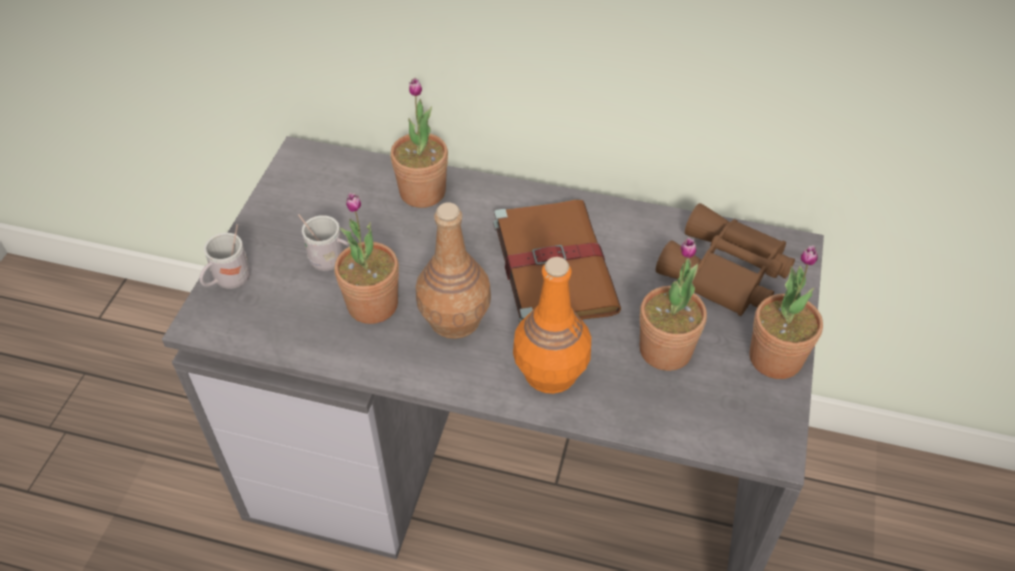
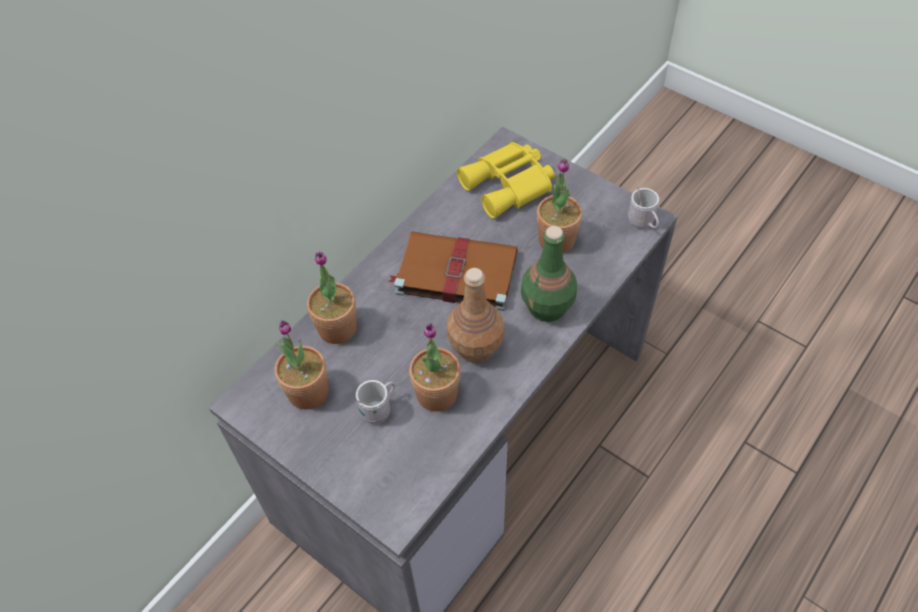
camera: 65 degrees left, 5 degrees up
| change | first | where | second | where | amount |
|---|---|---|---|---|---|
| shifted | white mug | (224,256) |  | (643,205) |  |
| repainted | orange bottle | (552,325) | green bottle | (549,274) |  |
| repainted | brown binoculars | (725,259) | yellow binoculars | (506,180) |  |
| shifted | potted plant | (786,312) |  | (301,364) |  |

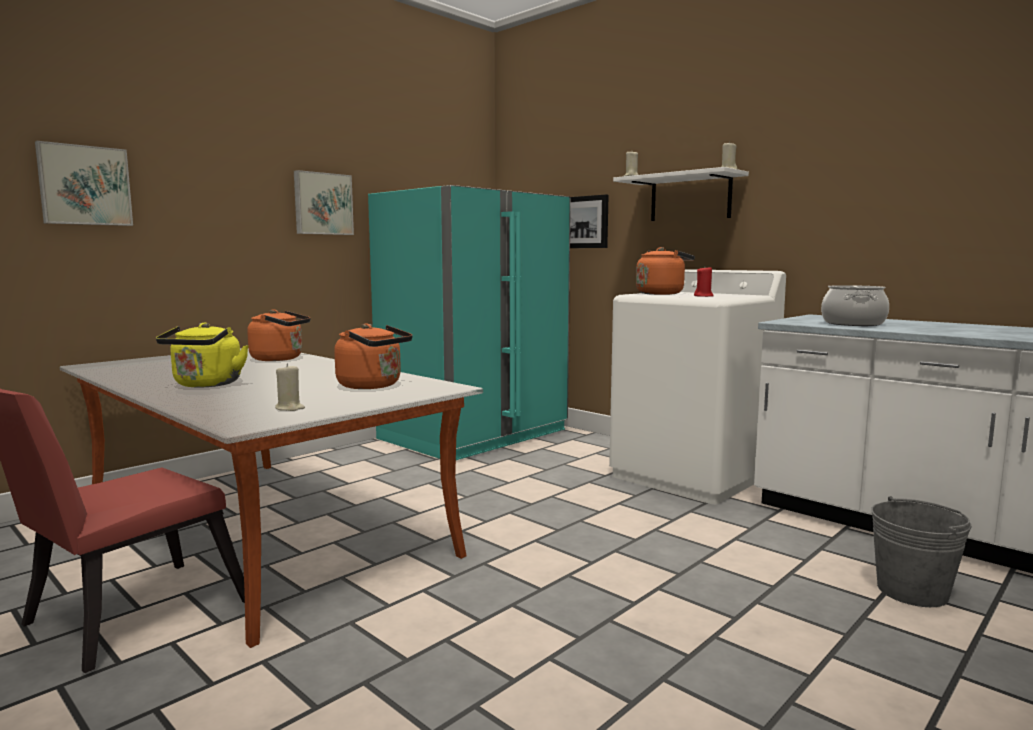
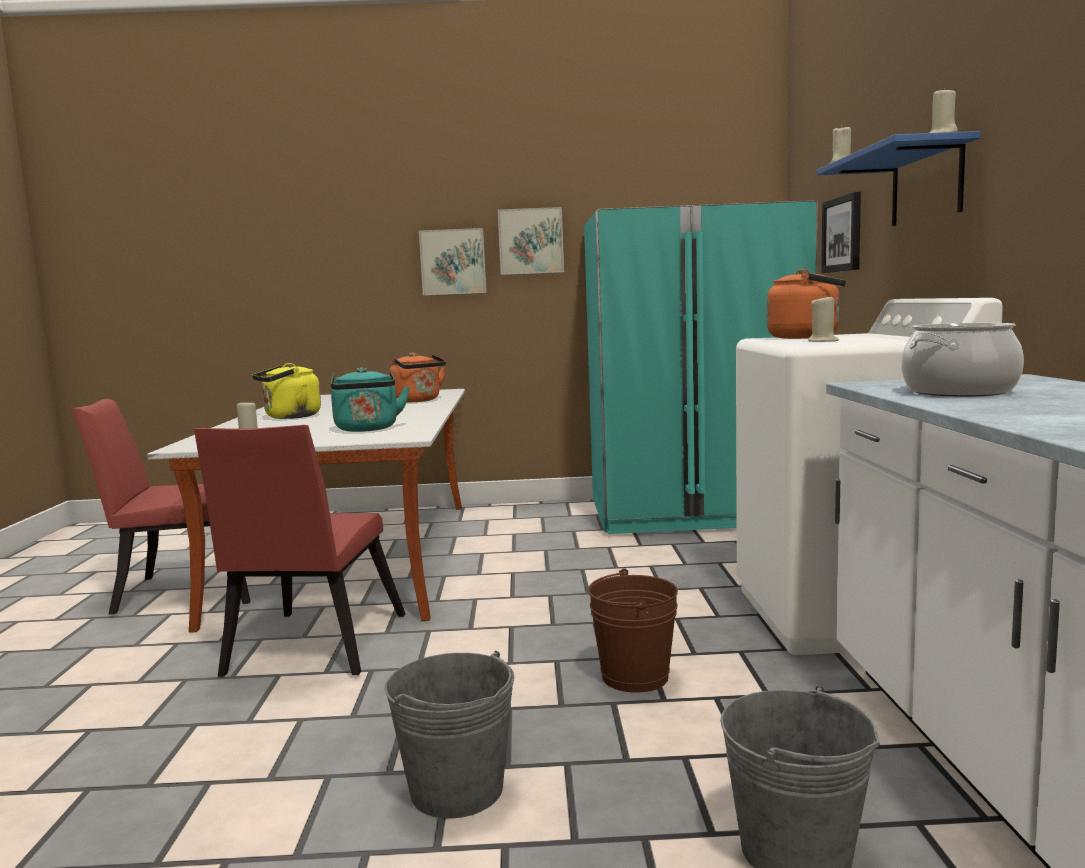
camera: 45 degrees right, 0 degrees up
| change | first | where | second | where | amount |
|---|---|---|---|---|---|
| shifted | picture | (84,183) |  | (453,261) |  |
| repainted | orange kettle | (373,356) | turquoise kettle | (370,399) |  |
| repainted | white shelf | (681,194) | blue shelf | (899,178) |  |
| repainted | red candle | (704,282) | beige candle | (823,318) |  |
| new |  |  | red chair | (299,551) |  |
| new |  |  | grey bucket | (450,735) |  |
| new |  |  | brown bucket | (633,630) |  |

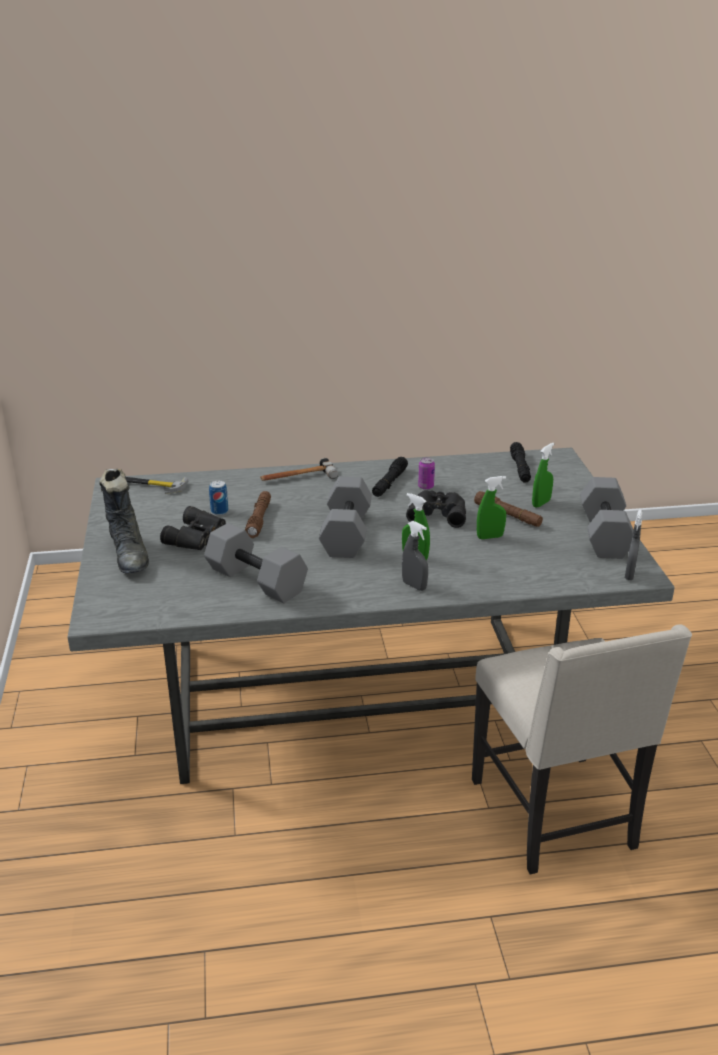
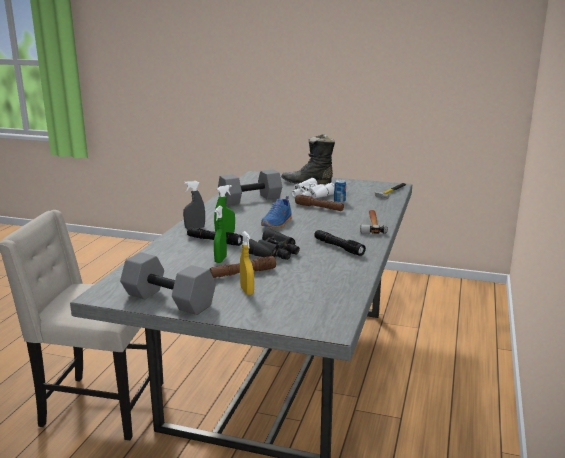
camera: 115 degrees right, 10 degrees down
| change | first | where | second | where | amount |
|---|---|---|---|---|---|
| repainted | black binoculars | (193,528) | white binoculars | (313,188) |  |
| swapped | grey dumbbell | (345,517) | blue shoe | (276,212) |  |
| gone | can | (426,473) |  |  |  |
| shifted | black flashlight | (520,462) |  | (215,236) |  |
| repainted | green spray bottle | (543,475) | yellow spray bottle | (247,263) |  |
| gone | grey spray bottle | (633,545) |  |  |  |

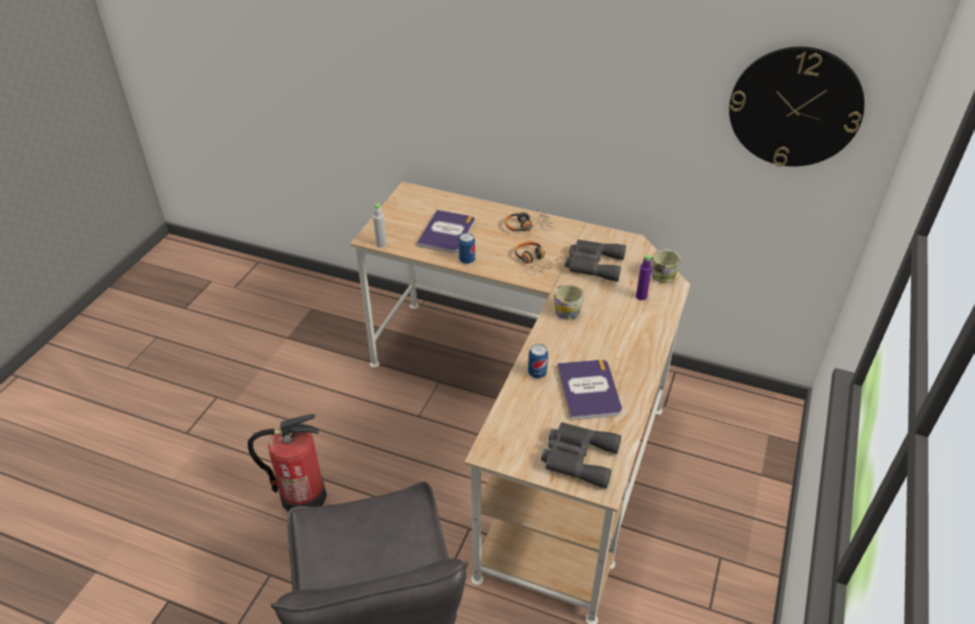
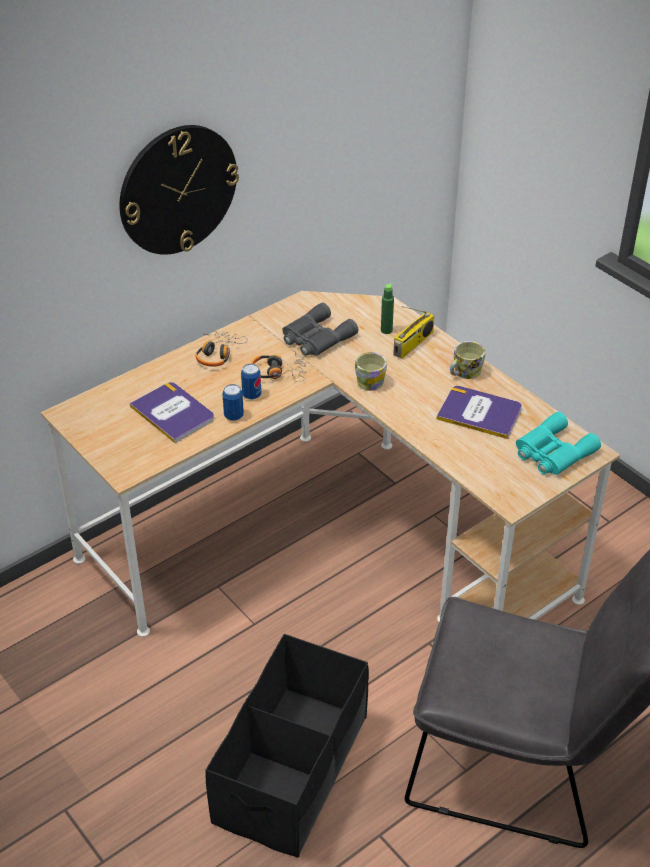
camera: 60 degrees left, 0 degrees up
| change | first | where | second | where | amount |
|---|---|---|---|---|---|
| swapped | fire extinguisher | (287,463) | black storage box | (287,746) |  |
| gone | grey bottle | (380,225) |  |  |  |
| shifted | can | (538,361) |  | (251,382) |  |
| repainted | grey binoculars | (581,455) | turquoise binoculars | (558,443) |  |
| repainted | purple bottle | (644,277) | green bottle | (387,308) |  |
| shifted | mug | (666,266) |  | (467,360) |  |
| shifted | wall clock | (797,107) |  | (179,190) |  |
| new |  |  | radio | (413,332) |  |

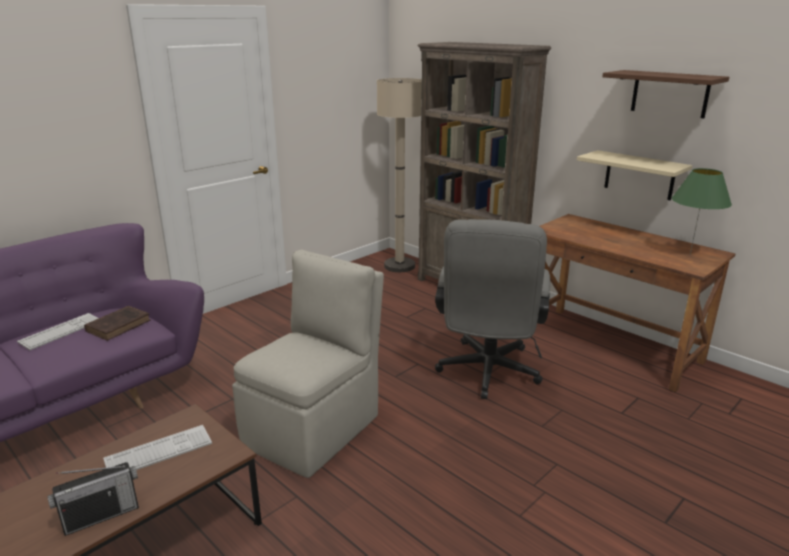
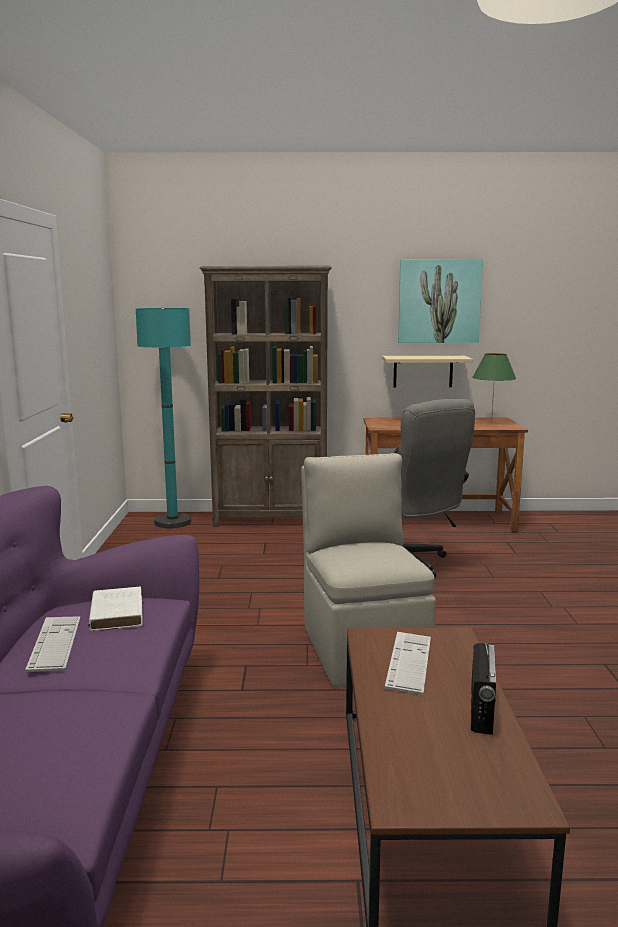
camera: 45 degrees left, 10 degrees down
| change | first | where | second | where | amount |
|---|---|---|---|---|---|
| repainted | brown book | (117,323) | white book | (116,609) |  |
| repainted | beige floor lamp | (399,175) | turquoise floor lamp | (163,418) |  |
| swapped | brown shelf | (665,94) | picture | (440,301) |  |

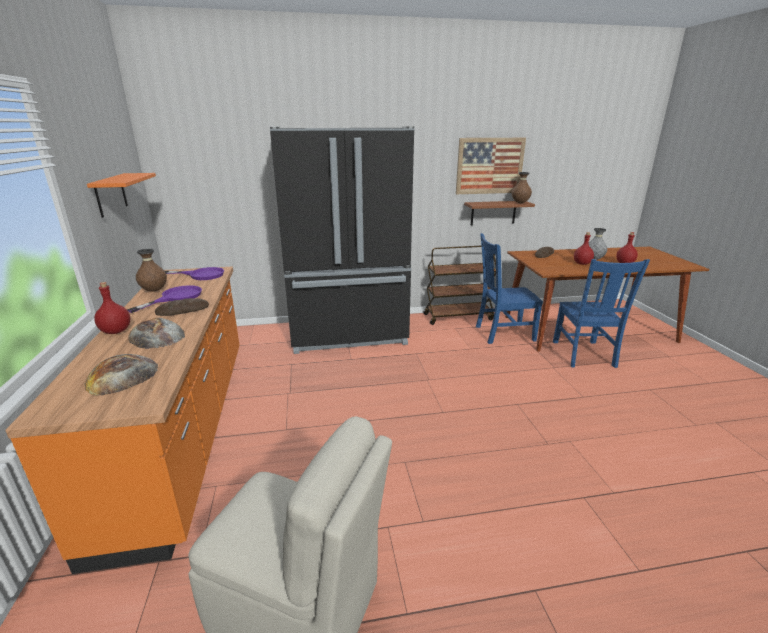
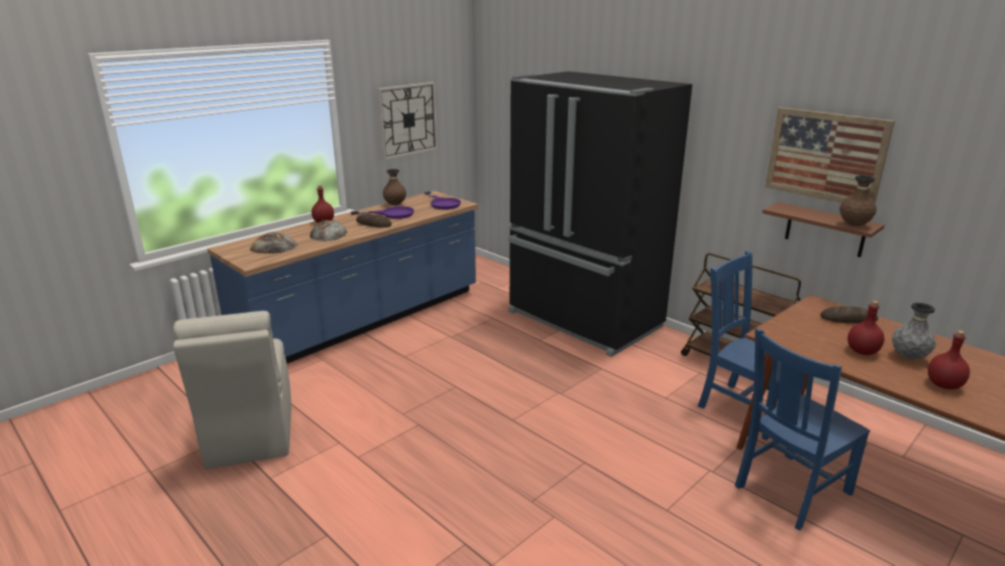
camera: 55 degrees right, 0 degrees up
| change | first | where | second | where | amount |
|---|---|---|---|---|---|
| repainted | orange counter | (122,420) | blue counter | (343,277) |  |
| swapped | orange shelf | (121,195) | wall clock | (407,121) |  |

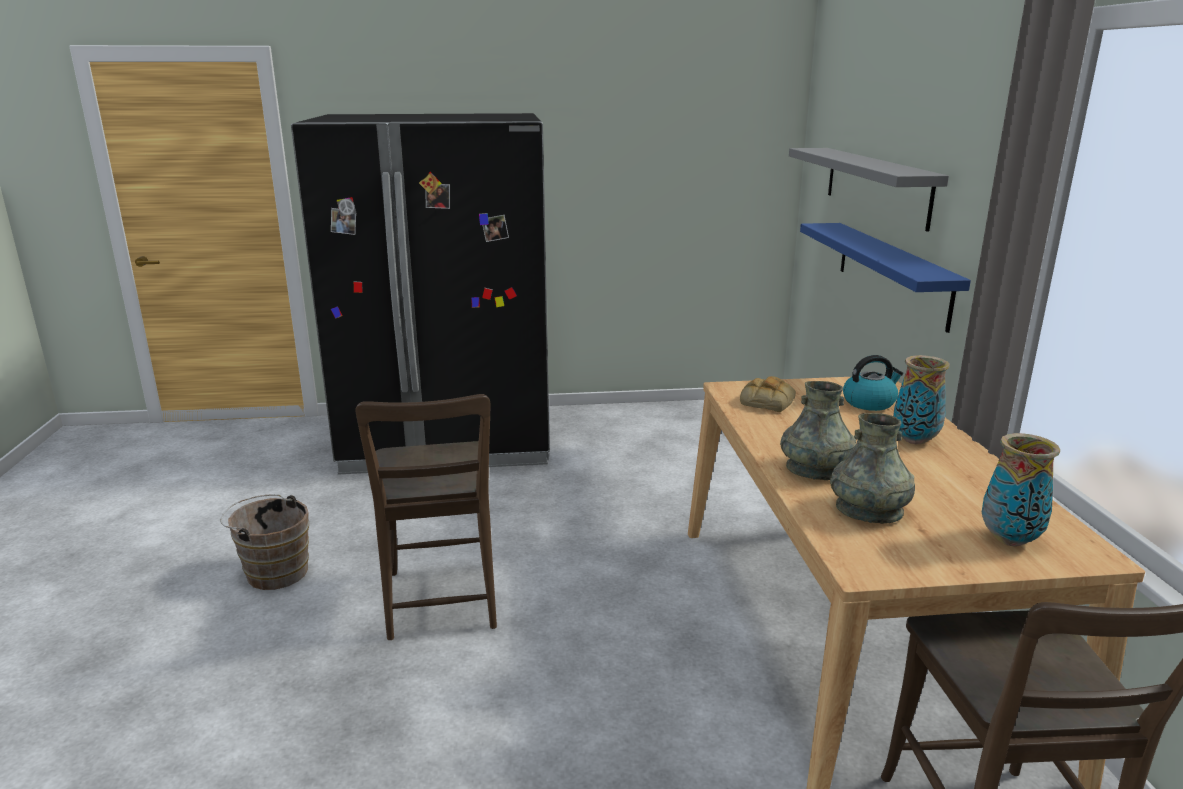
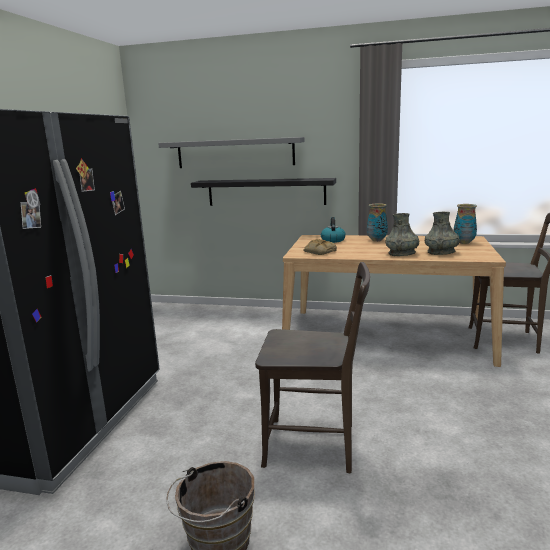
camera: 70 degrees left, 5 degrees down
| change | first | where | second | where | amount |
|---|---|---|---|---|---|
| repainted | blue shelf | (885,278) | black shelf | (263,192) |  |

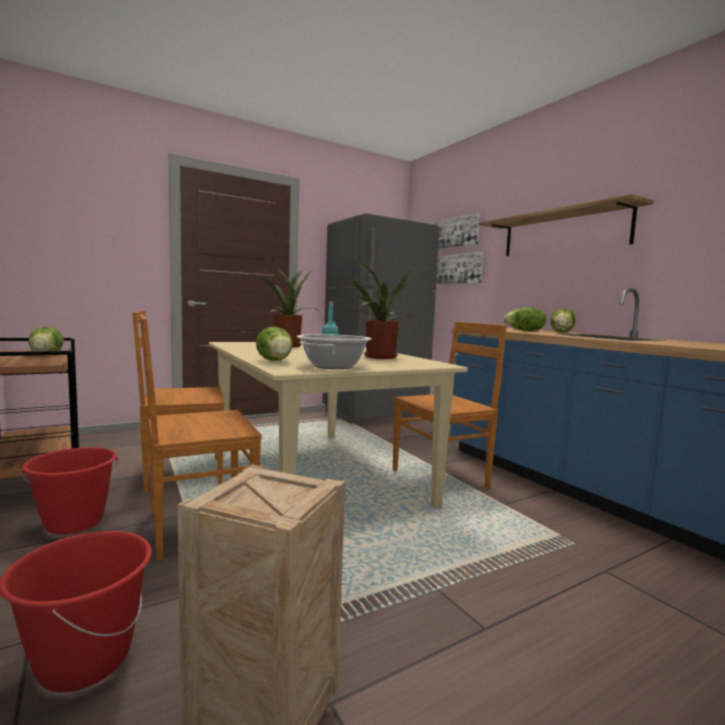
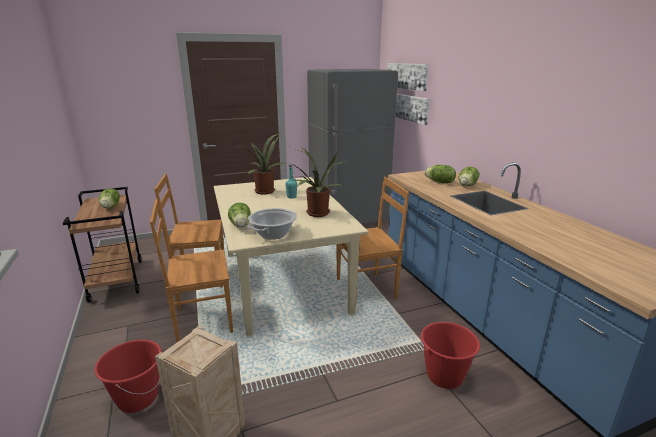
camera: 10 degrees right, 15 degrees up
| change | first | where | second | where | amount |
|---|---|---|---|---|---|
| shifted | red bucket | (69,490) |  | (449,355) |  |
| gone | shelf | (566,225) |  |  |  |

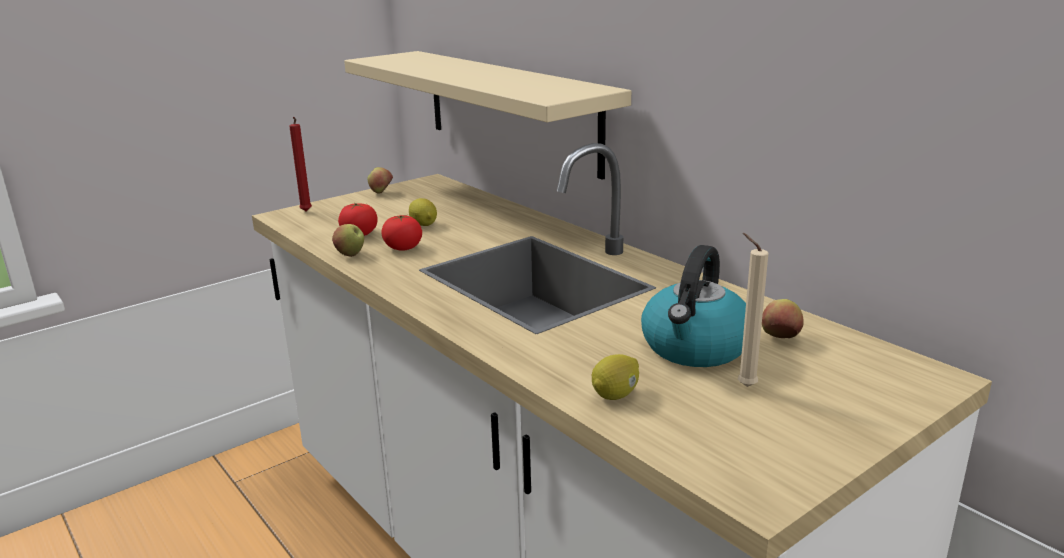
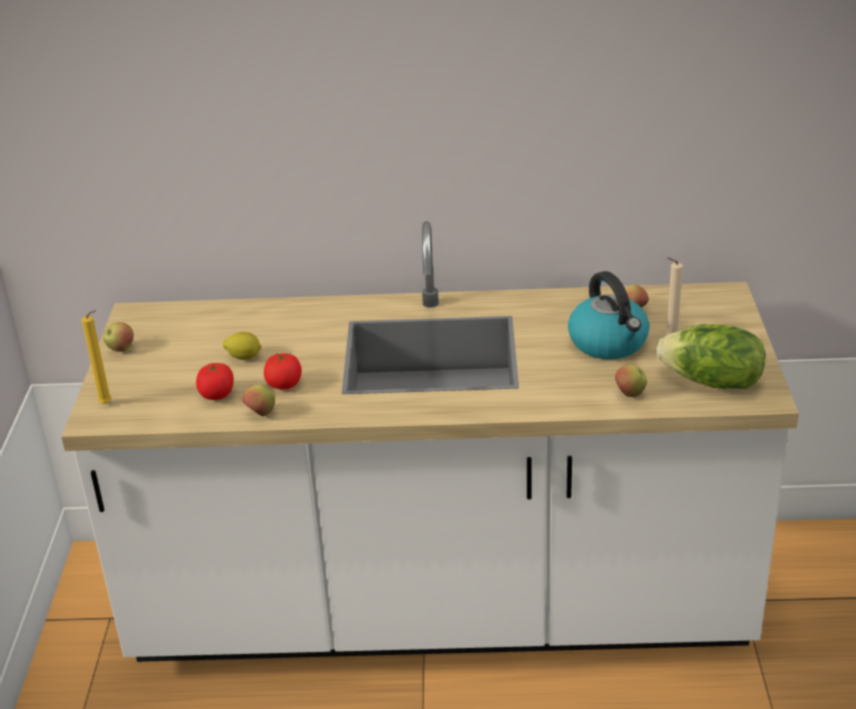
camera: 50 degrees left, 10 degrees up
| change | first | where | second | where | amount |
|---|---|---|---|---|---|
| repainted | red candle | (300,164) | yellow candle | (96,357) |  |
| gone | beige shelf | (487,115) |  |  |  |
| swapped | lemon | (615,377) | apple | (631,381) |  |
| new |  |  | lettuce | (710,356) |  |

